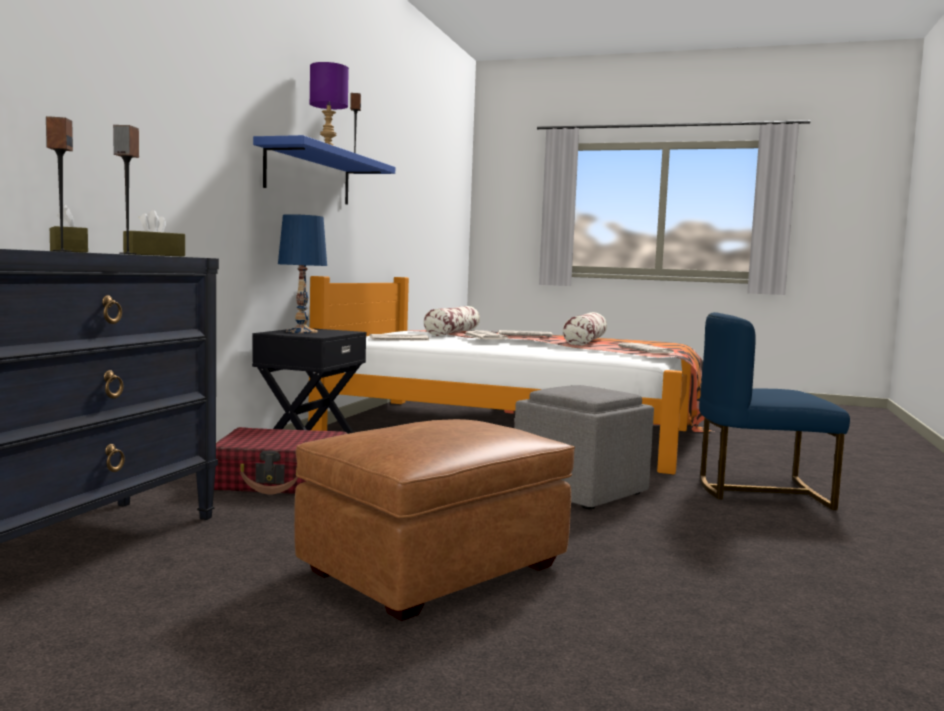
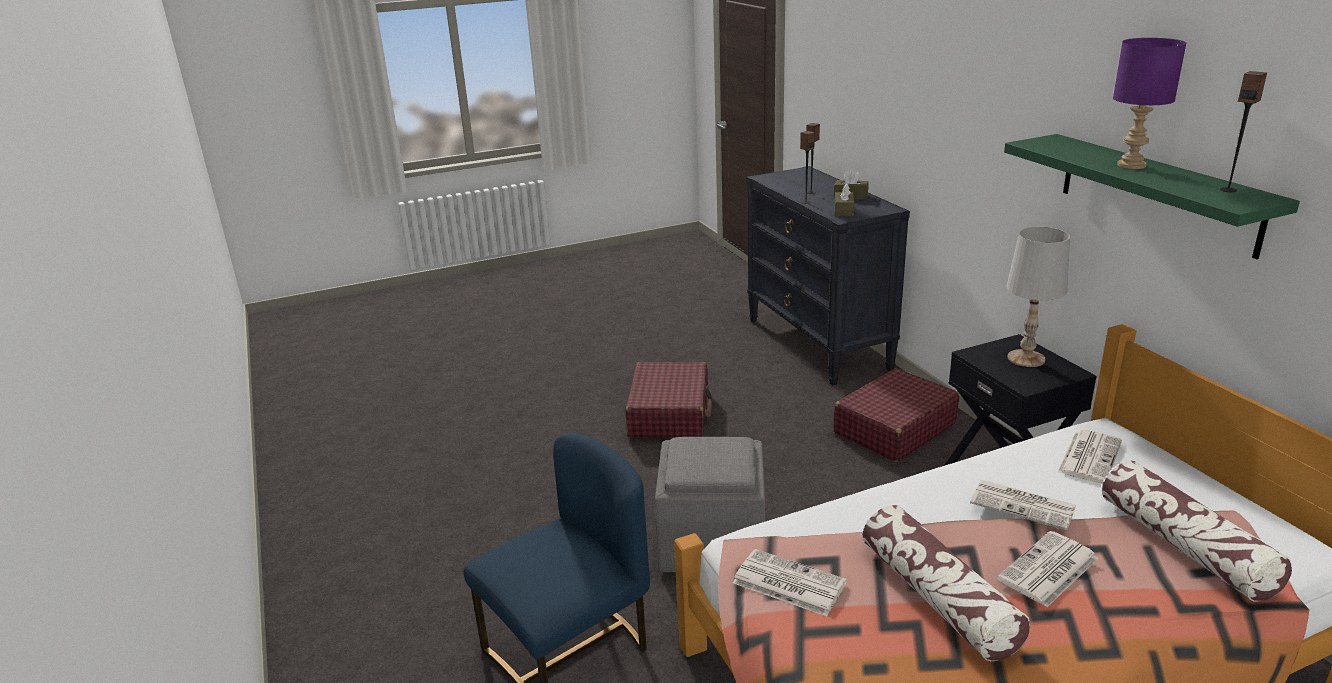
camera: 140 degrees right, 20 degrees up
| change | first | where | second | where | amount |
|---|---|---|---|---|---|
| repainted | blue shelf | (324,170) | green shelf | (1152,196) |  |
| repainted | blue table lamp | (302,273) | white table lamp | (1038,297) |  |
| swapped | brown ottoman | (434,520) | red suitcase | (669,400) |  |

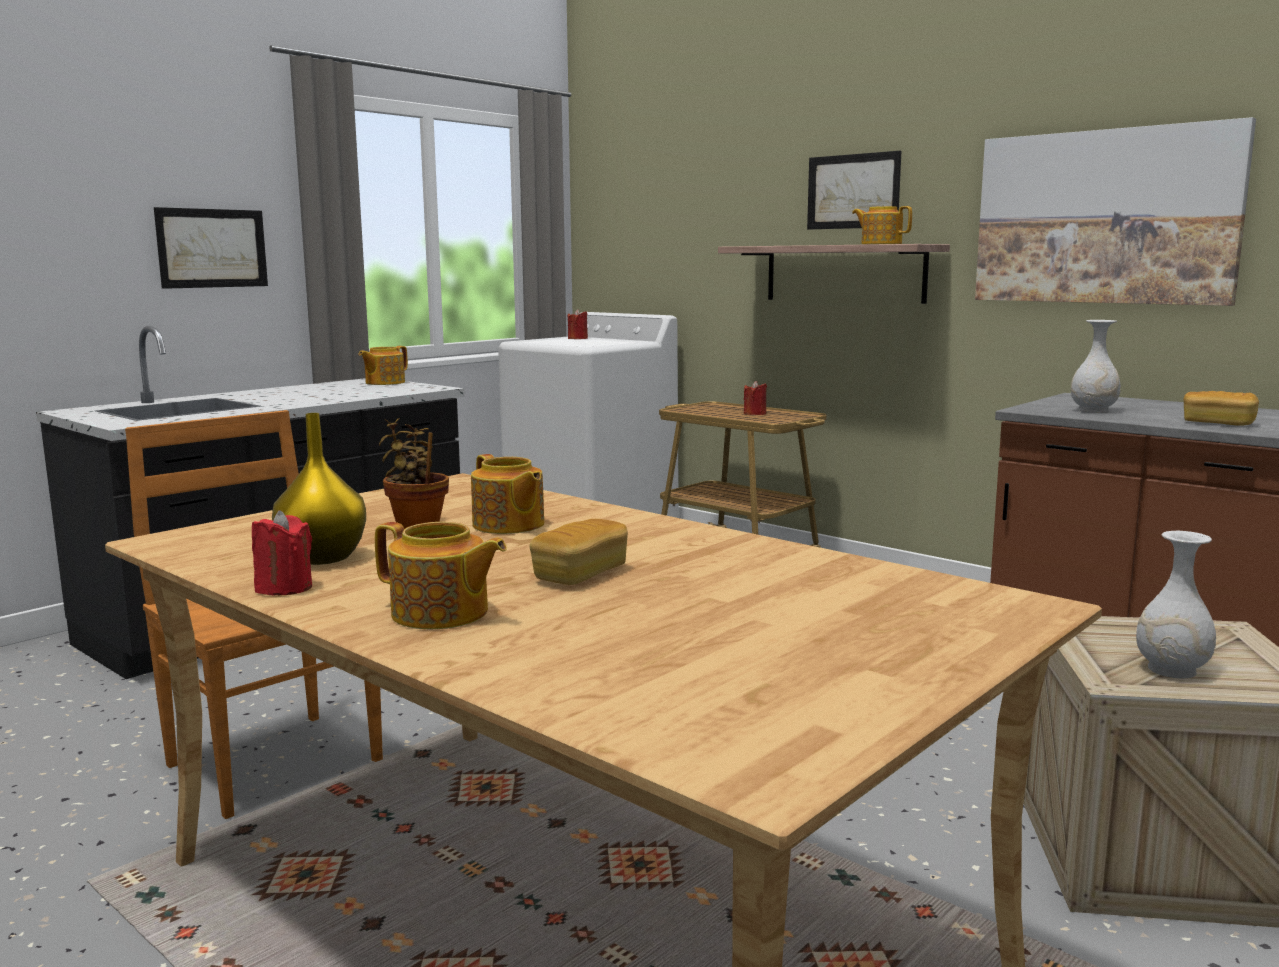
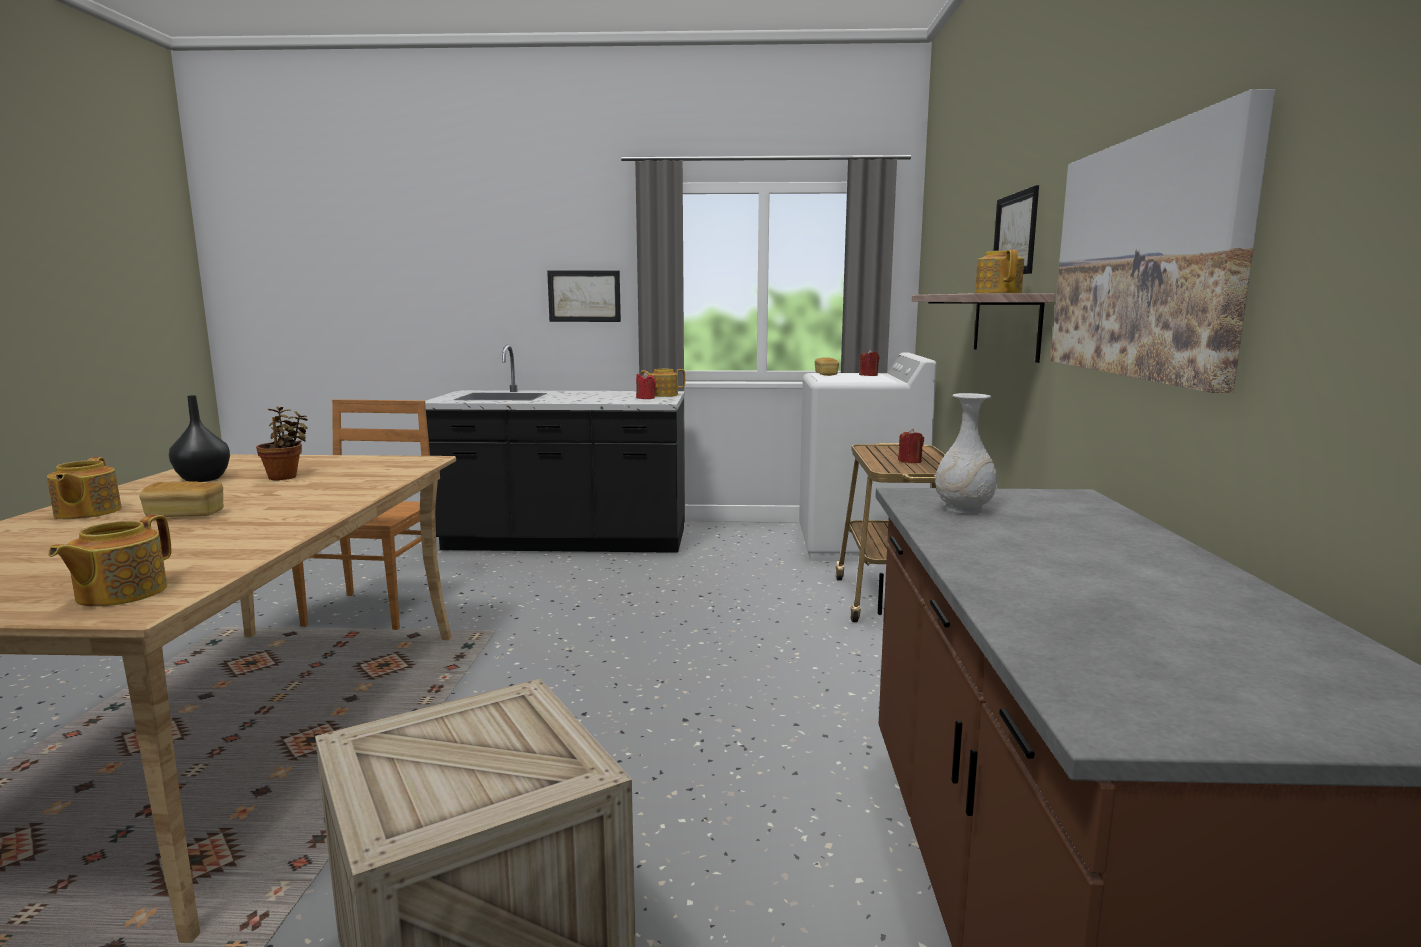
camera: 50 degrees right, 0 degrees up
| change | first | where | second | where | amount |
|---|---|---|---|---|---|
| shifted | red candle | (282,553) |  | (646,385) |  |
| repainted | yellow vase | (319,489) | black vase | (199,438) |  |
| shifted | teapot | (507,494) |  | (110,561) |  |
| gone | white vase | (1176,605) |  |  |  |
| shifted | bread | (1221,408) |  | (827,366) |  |

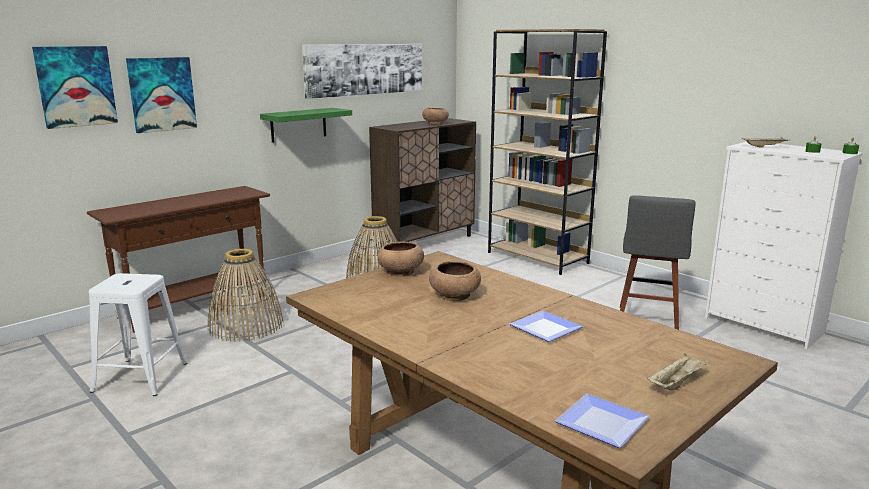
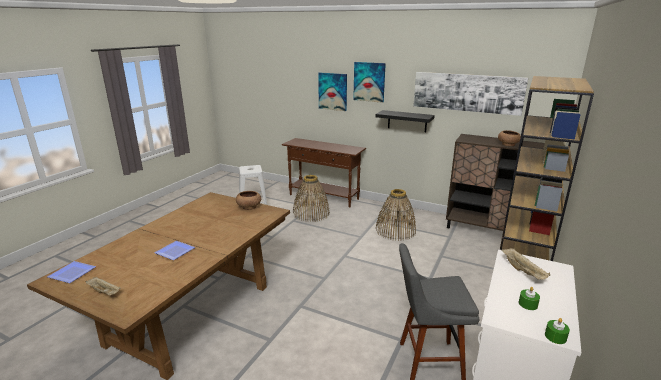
camera: 70 degrees right, 5 degrees up
| change | first | where | second | where | amount |
|---|---|---|---|---|---|
| shifted | picture | (75,87) |  | (369,82) |  |
| repainted | green shelf | (306,125) | black shelf | (405,121) |  |
| gone | brown bowl | (455,281) |  |  |  |

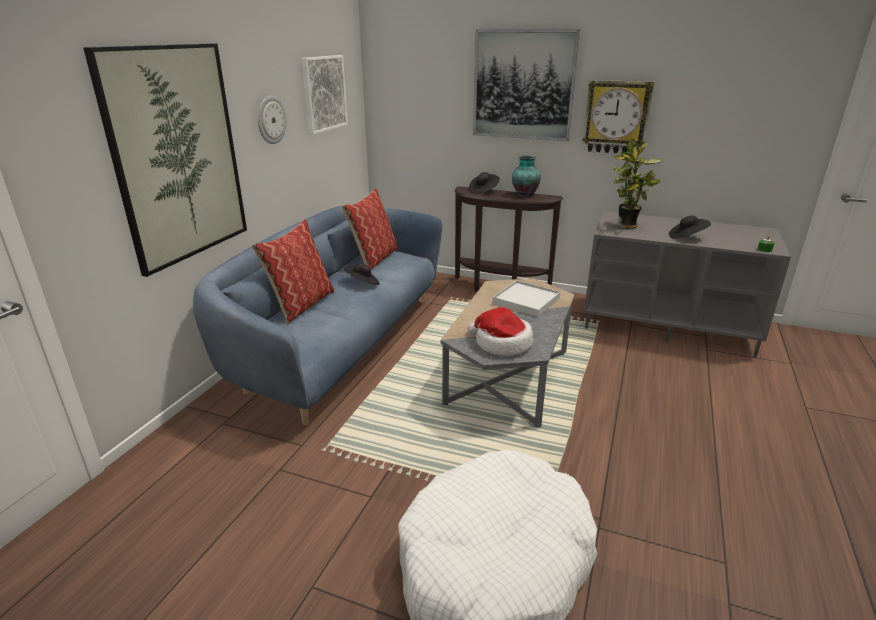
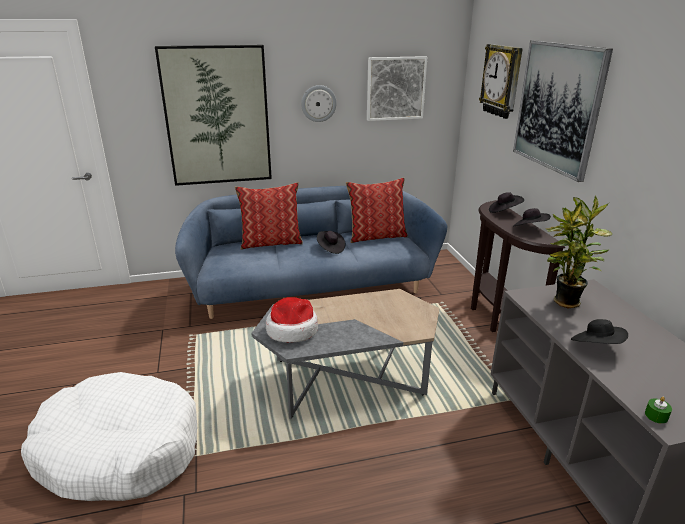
camera: 55 degrees right, 0 degrees up
| change | first | where | second | where | amount |
|---|---|---|---|---|---|
| gone | white tray | (527,298) |  |  |  |
| swapped | vase | (526,176) | black hat | (532,217) |  |
| shifted | wall clock | (618,116) |  | (501,81) |  |

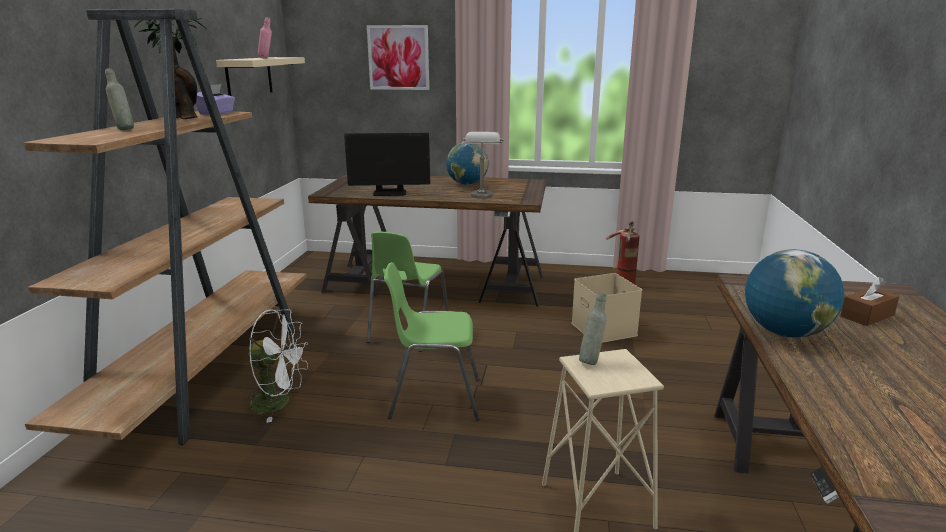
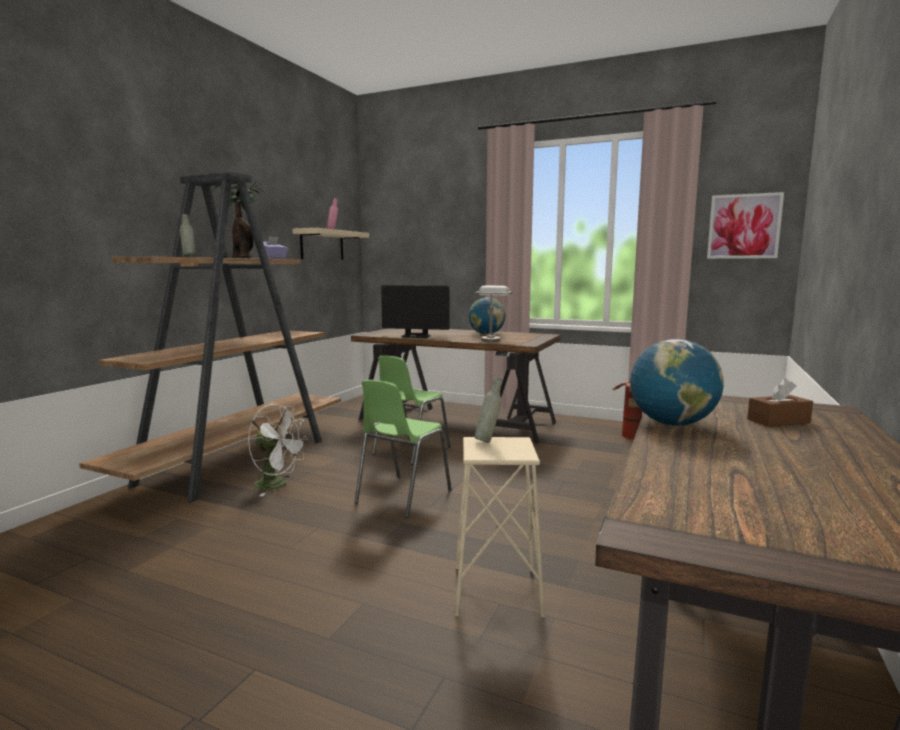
camera: 15 degrees right, 10 degrees down
| change | first | where | second | where | amount |
|---|---|---|---|---|---|
| shifted | picture | (398,57) |  | (745,225) |  |
| rotated | green chair | (432,341) |  | (403,449) | 75 degrees counterclockwise |
| gone | beige storage box | (606,308) |  |  |  |

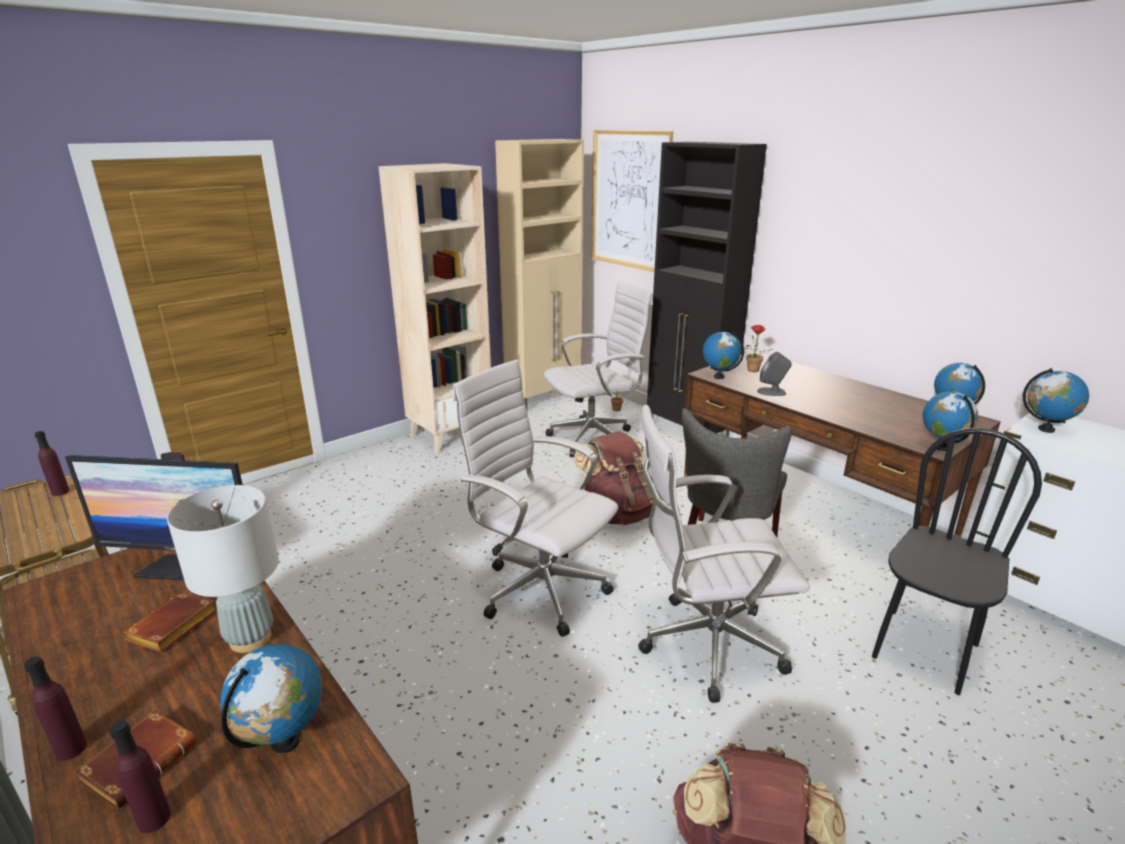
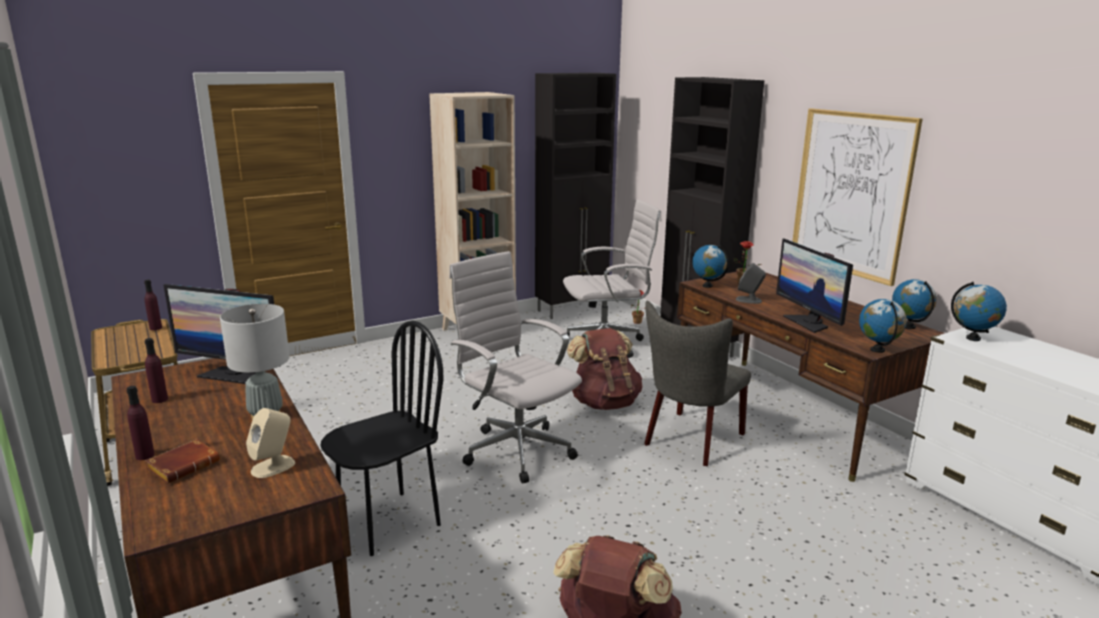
camera: 10 degrees right, 5 degrees down
| change | first | where | second | where | amount |
|---|---|---|---|---|---|
| shifted | purple bottle | (140,776) |  | (156,370) |  |
| gone | brown book | (170,622) |  |  |  |
| swapped | globe | (271,699) | beige speaker | (270,443) |  |
| repainted | beige cabinet | (539,275) | black cabinet | (575,196) |  |
| shifted | picture | (632,201) |  | (857,197) |  |
| gone | white office chair | (724,554) |  |  |  |
| shifted | black chair | (957,561) |  | (382,438) |  |
| new |  |  | monitor | (814,285) |  |

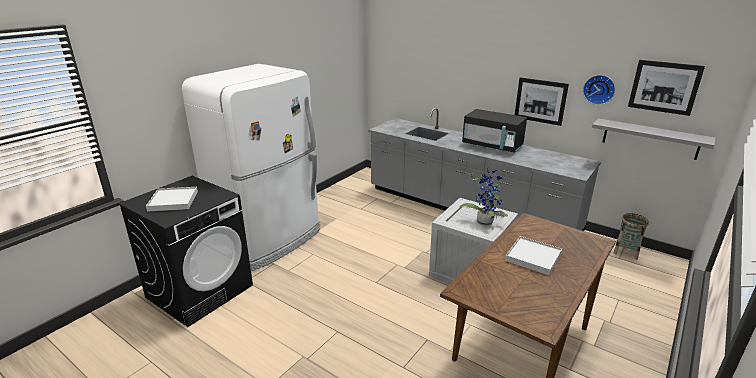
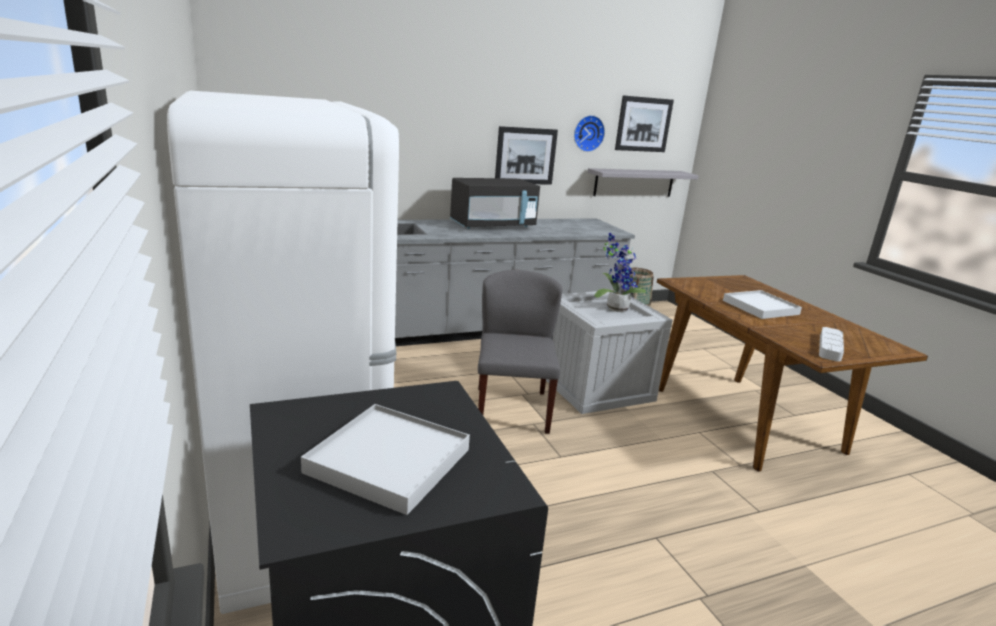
camera: 60 degrees left, 5 degrees down
| change | first | where | second | where | amount |
|---|---|---|---|---|---|
| new |  |  | grey chair | (520,352) |  |
| new |  |  | grey tray | (831,344) |  |

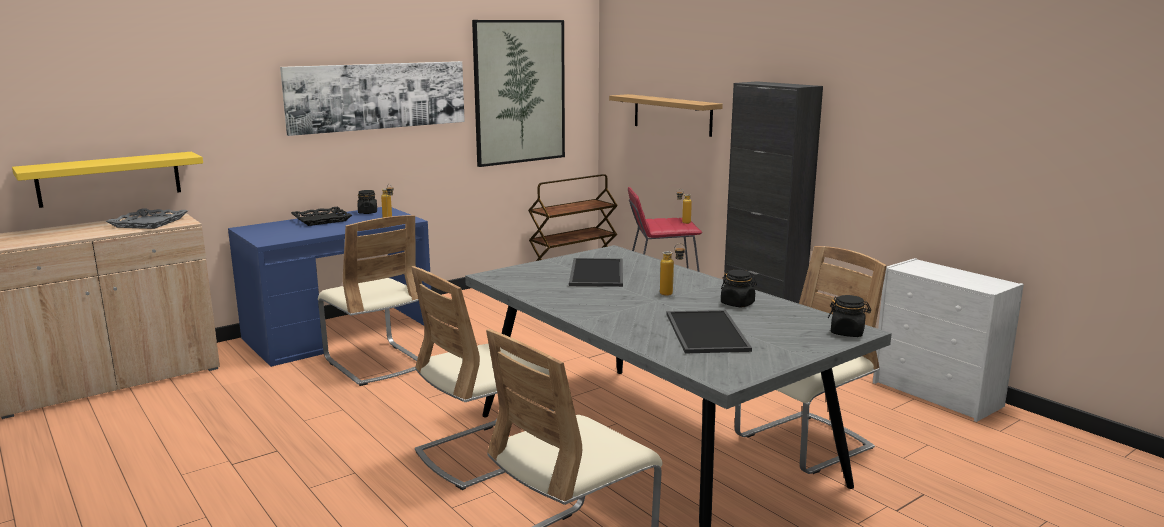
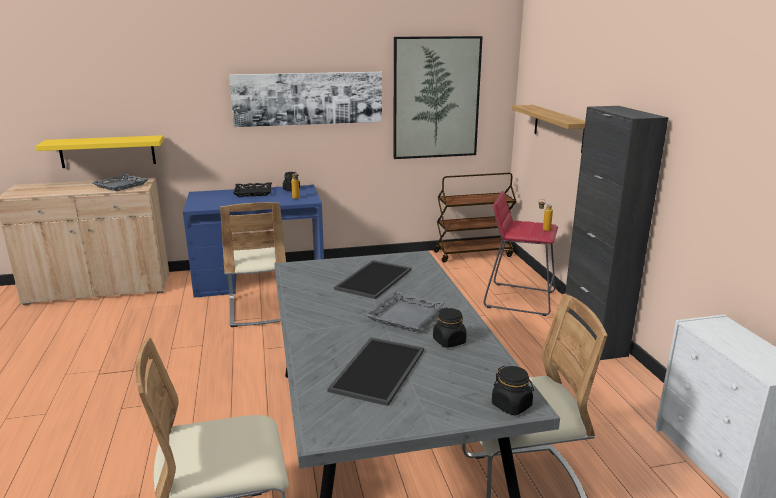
camera: 25 degrees right, 5 degrees up
| change | first | where | second | where | amount |
|---|---|---|---|---|---|
| gone | beige chair | (482,378) |  |  |  |
| swapped | bottle | (673,269) | grey tray | (405,311) |  |

